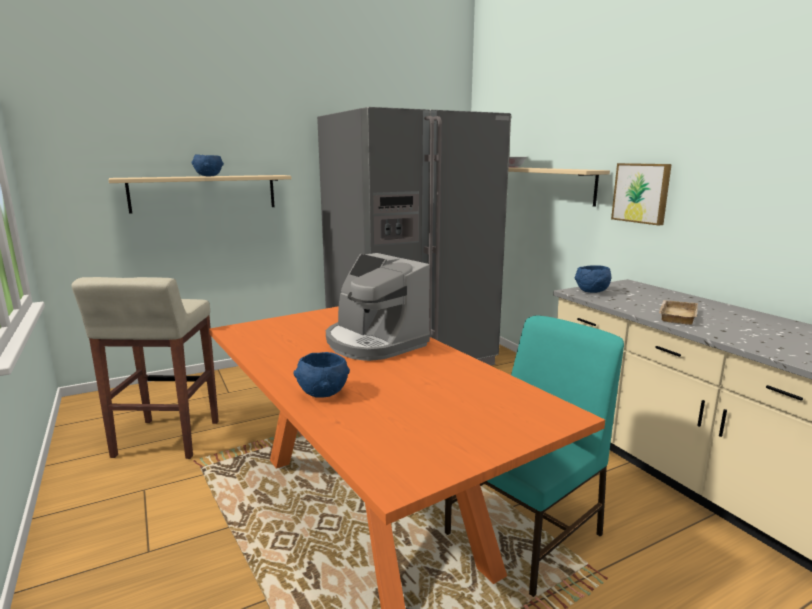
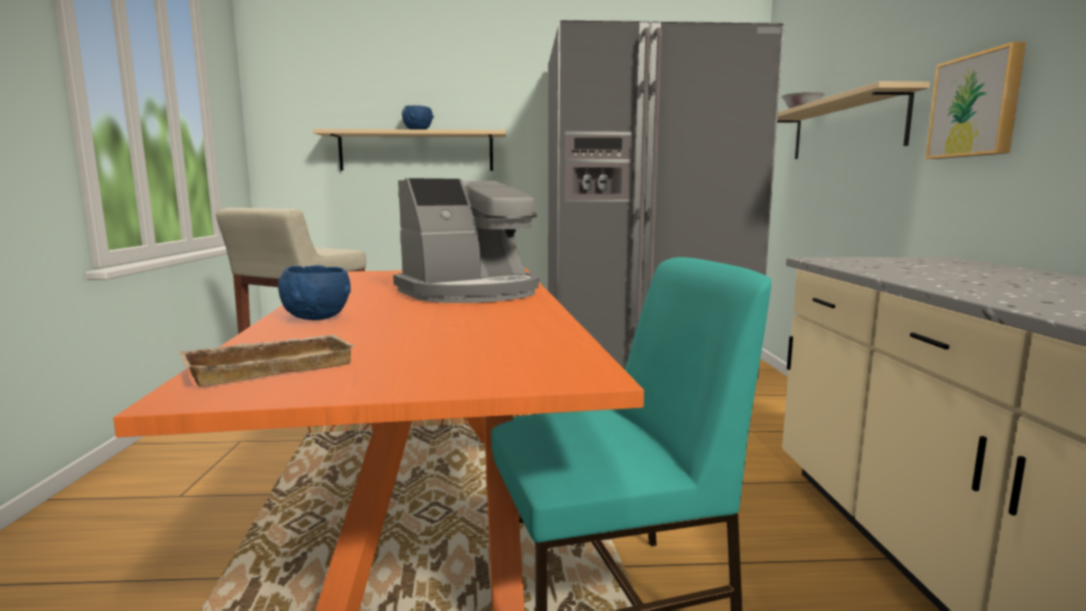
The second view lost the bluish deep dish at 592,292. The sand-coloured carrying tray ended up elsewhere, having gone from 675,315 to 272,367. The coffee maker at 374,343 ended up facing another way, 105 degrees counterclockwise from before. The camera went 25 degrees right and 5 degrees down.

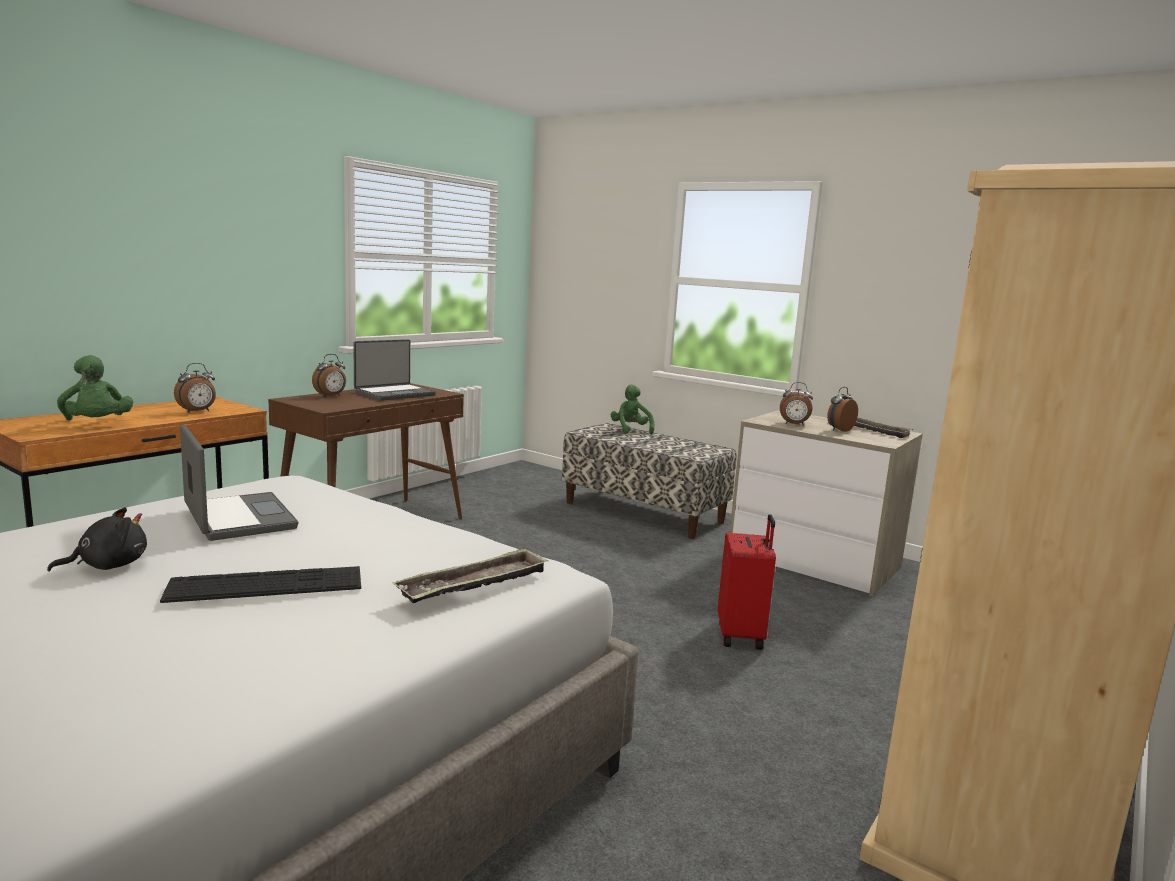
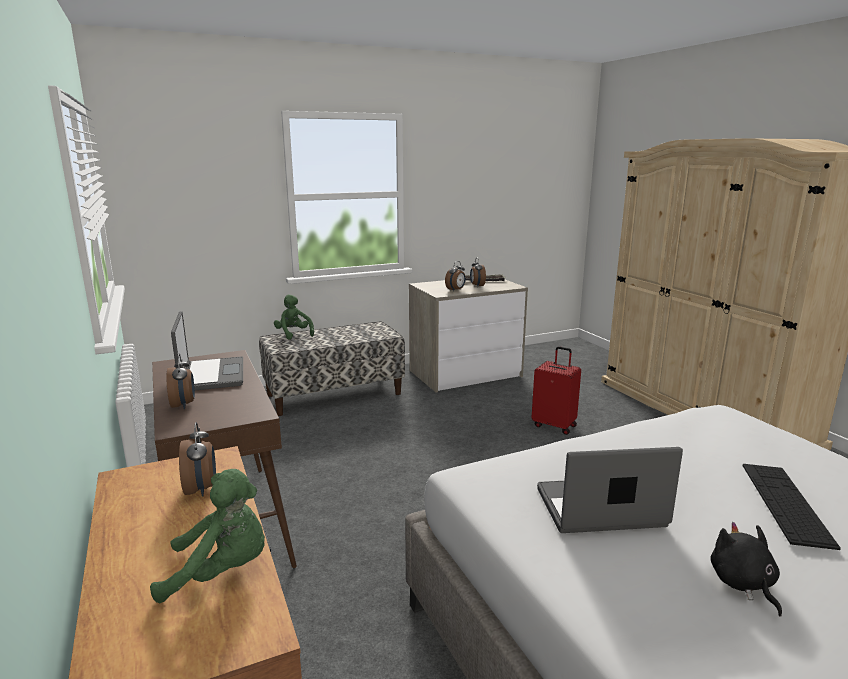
The second view lost the carrying tray at 474,584. The green-coloured soft toy at 630,430 ended up facing another way, 45 degrees clockwise from before. The camera went 60 degrees left and 5 degrees up.

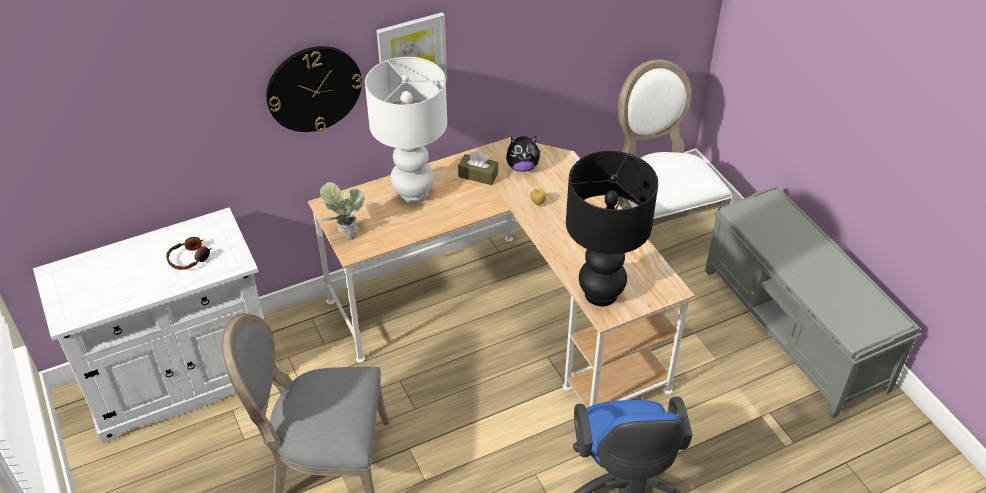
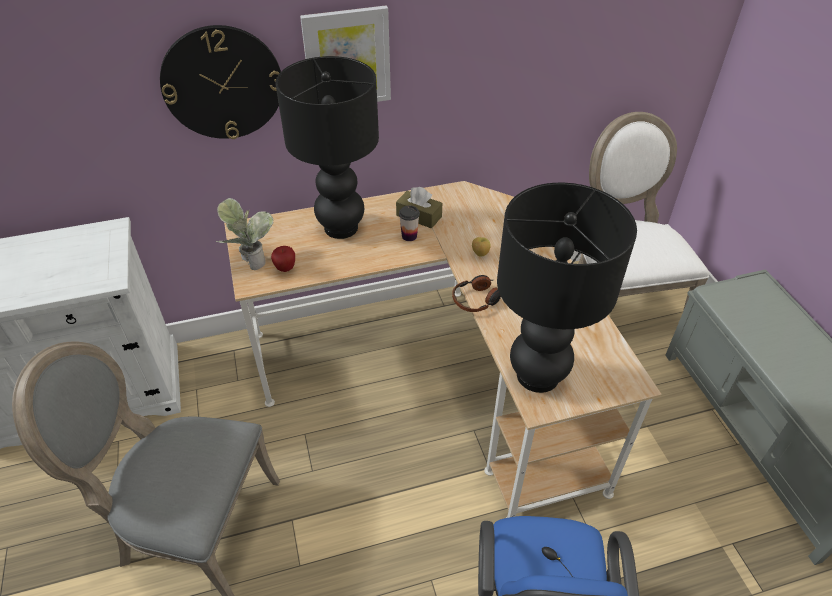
The second view lost the soft toy at 522,167. The second view gained the apple fruit at 285,268. The second view gained the drinking cup at 409,236. The pair of headphones ended up elsewhere, having gone from 190,258 to 477,299. What was the white tabletop lamp at 412,194 turned into the blackish tabletop lamp at 340,228. The camera went 10 degrees right and 0 degrees up.

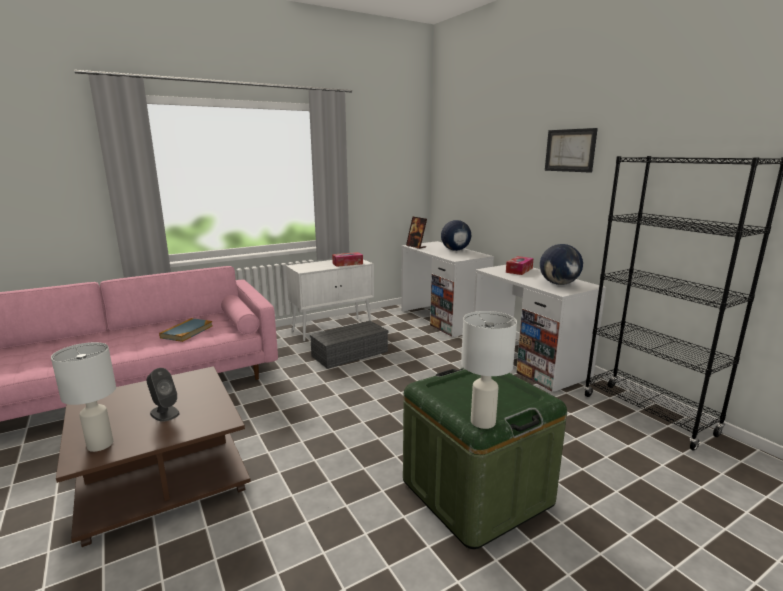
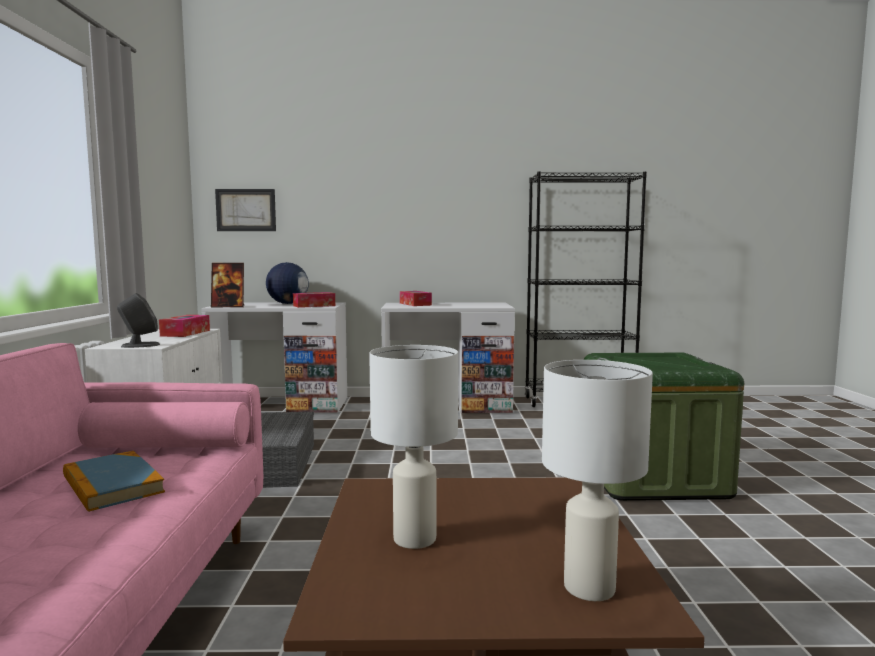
The second view lost the globe at 559,284. The second view gained the tissue box at 314,306. The grey audio speaker ended up elsewhere, having gone from 164,413 to 140,345. The white tabletop lamp ended up elsewhere, having gone from 483,422 to 416,538. The wall picture ended up elsewhere, having gone from 570,150 to 246,210. The camera went 60 degrees left and 10 degrees down.

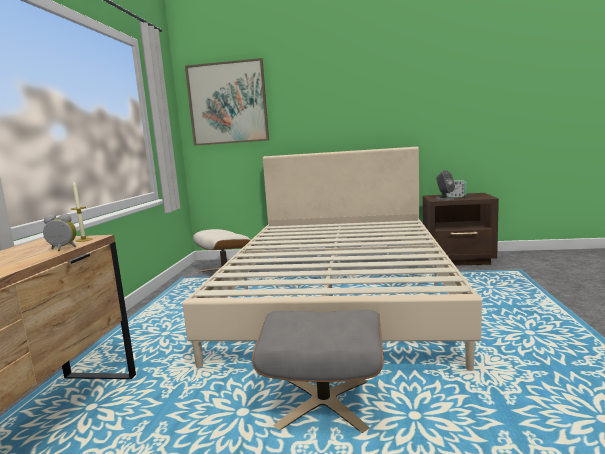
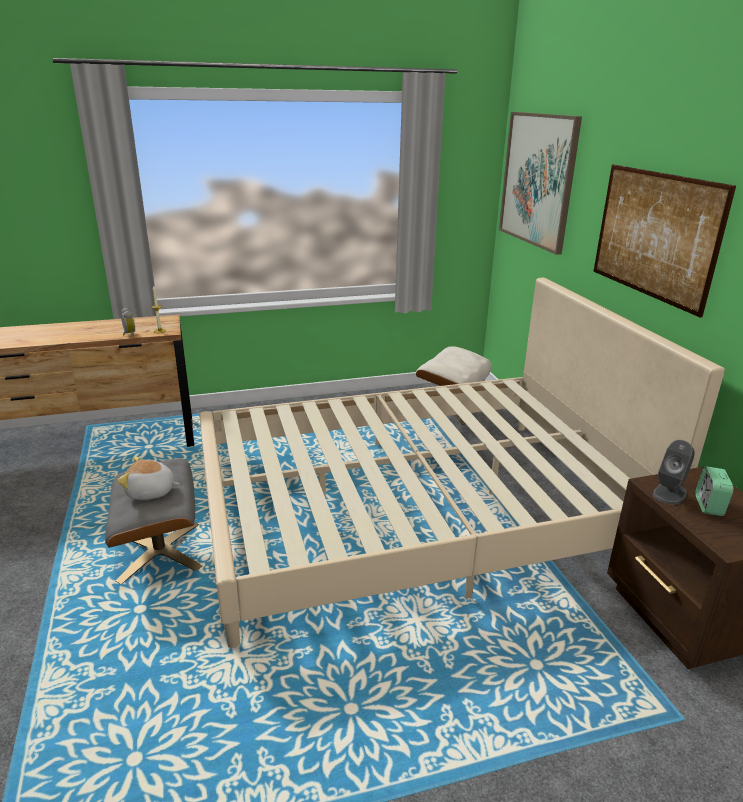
The second view gained the soft toy at 150,492. The second view gained the wall picture at 655,235. The camera went 65 degrees right and 15 degrees up.

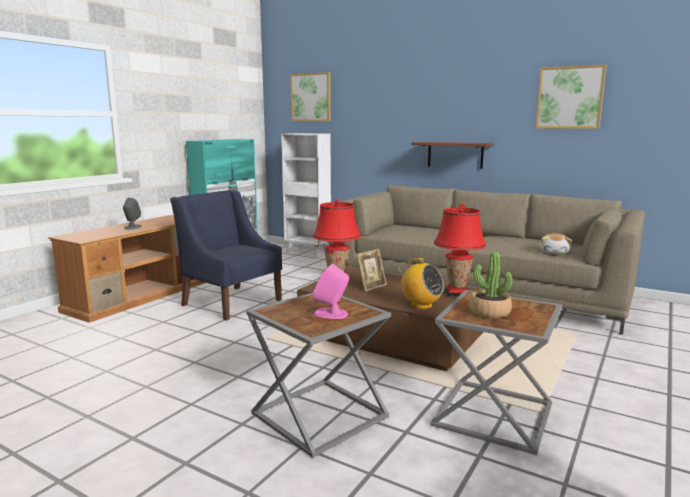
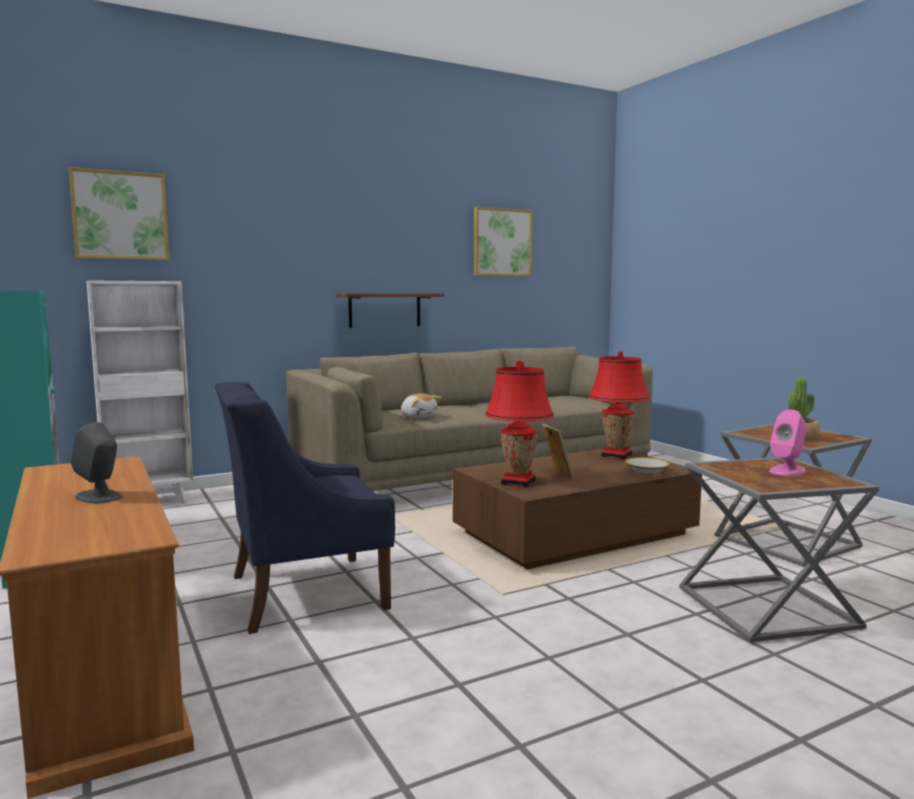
The soft toy ended up elsewhere, having gone from 554,252 to 419,416. Where the radio stood at 421,305, the deep dish came to stand at 646,471. The camera went 60 degrees left and 5 degrees down.

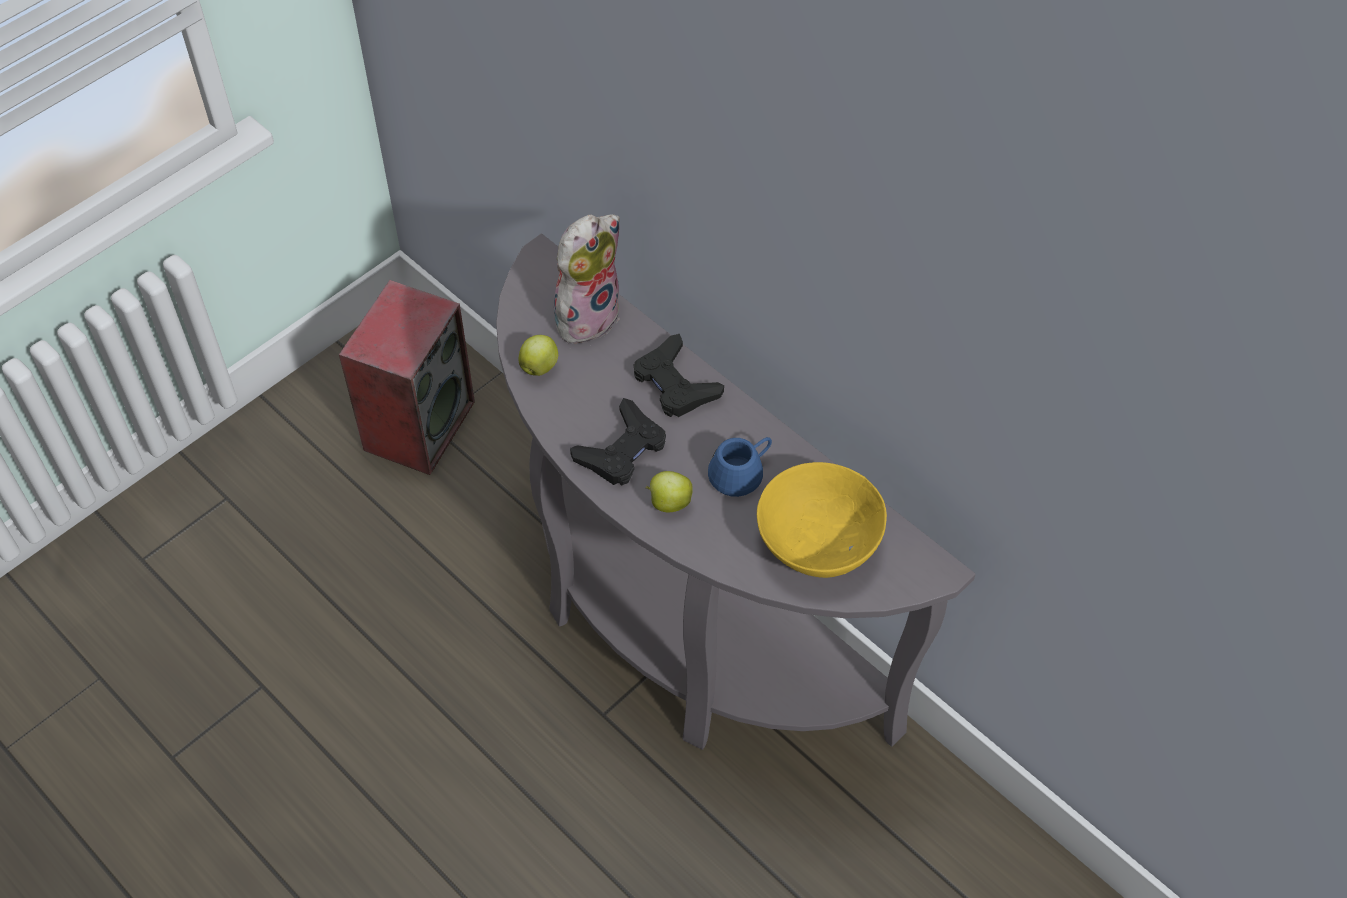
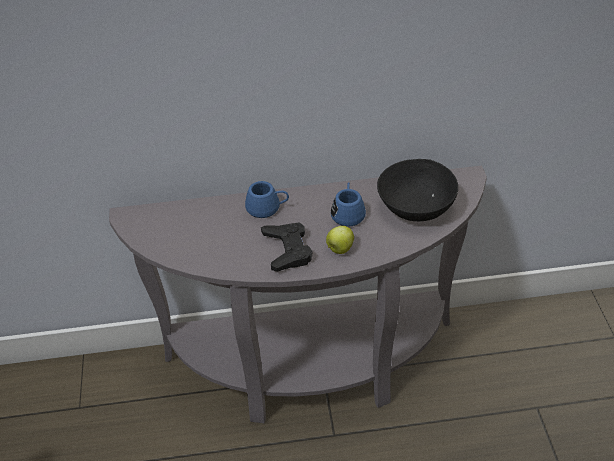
The second view lost the audio speaker at 419,424. The second view lost the apple fruit at 539,366. The second view lost the soft toy at 586,315. Where the blackish gamepad stood at 675,383, the bluish mug came to stand at 267,208. What was the yellowish deep dish at 817,541 turned into the blackish deep dish at 415,207. The camera went 50 degrees left and 10 degrees down.

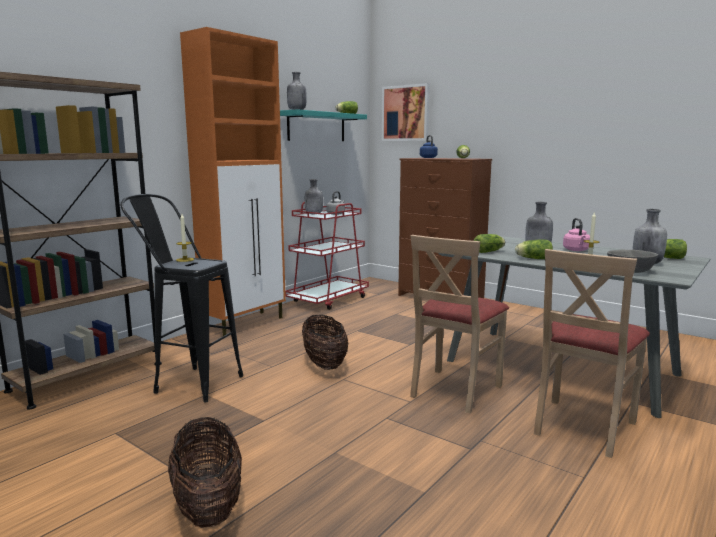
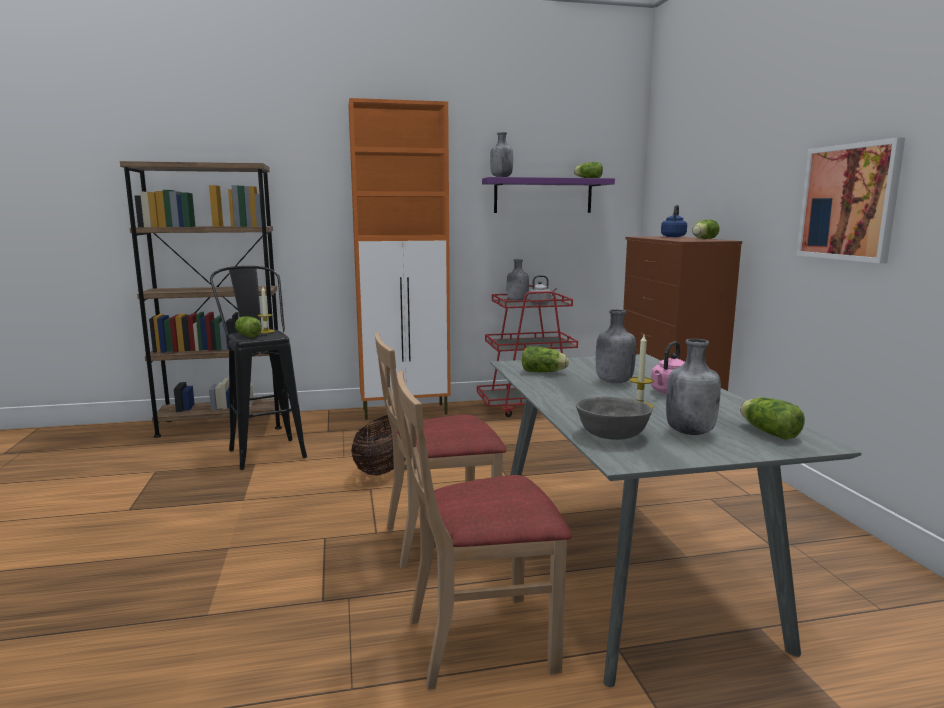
The second view lost the storage basket at 208,505. The wall picture ended up elsewhere, having gone from 405,113 to 848,202. The lettuce head ended up elsewhere, having gone from 532,258 to 247,335. What was the turquoise-coloured shelf at 316,127 turned into the purple-coloured shelf at 543,196. The camera went 40 degrees right and 0 degrees up.

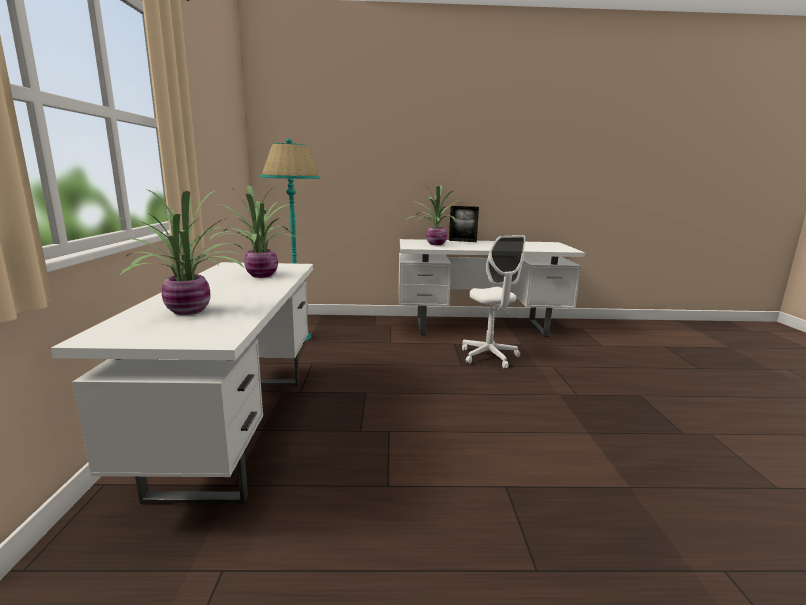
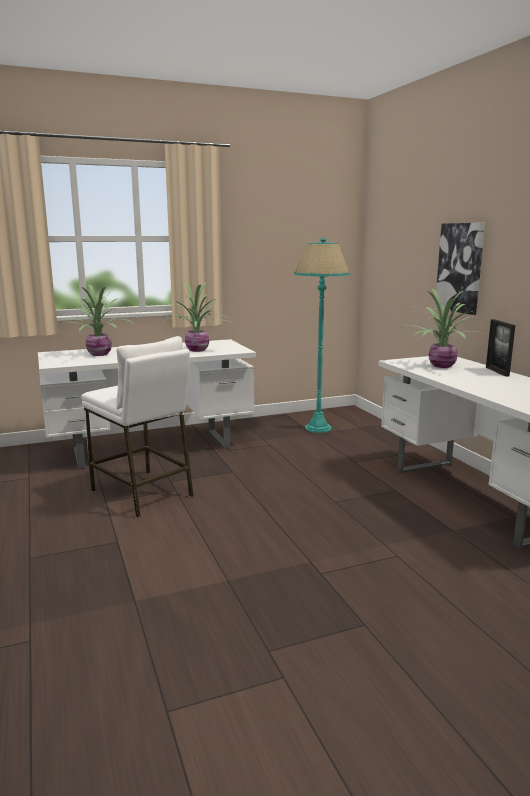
The second view lost the white office chair at 489,356. The second view gained the white stool at 142,493. The second view gained the wall picture at 460,268. The camera went 70 degrees right and 0 degrees up.

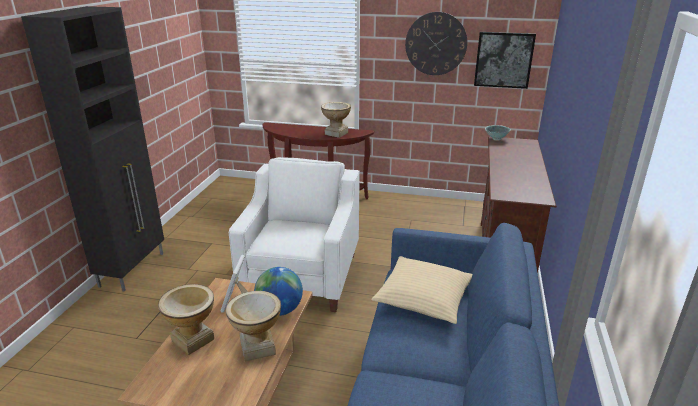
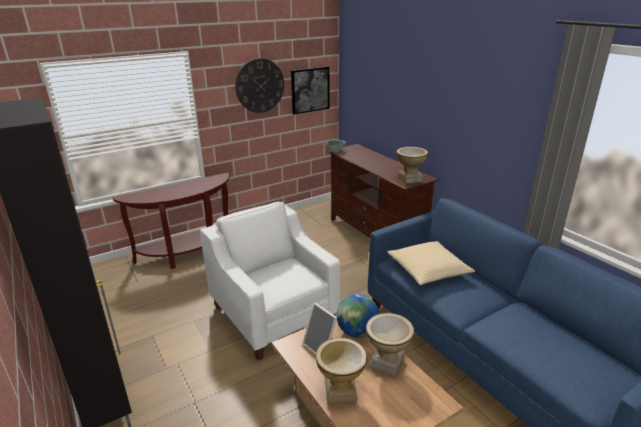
The decorative vase ended up elsewhere, having gone from 336,133 to 410,179. The camera went 45 degrees left and 0 degrees up.

